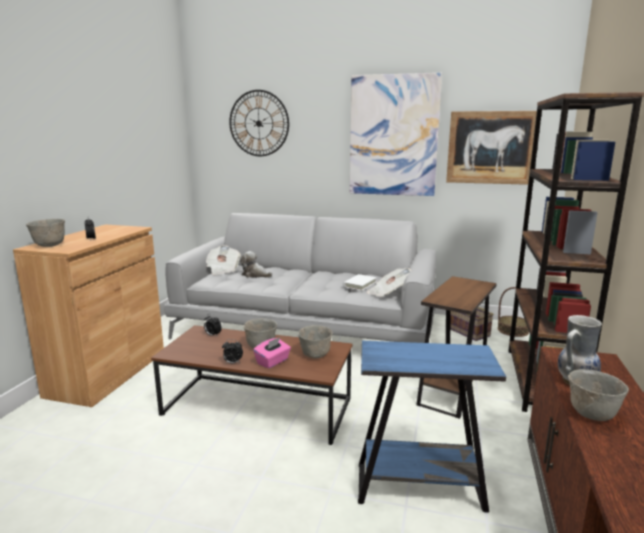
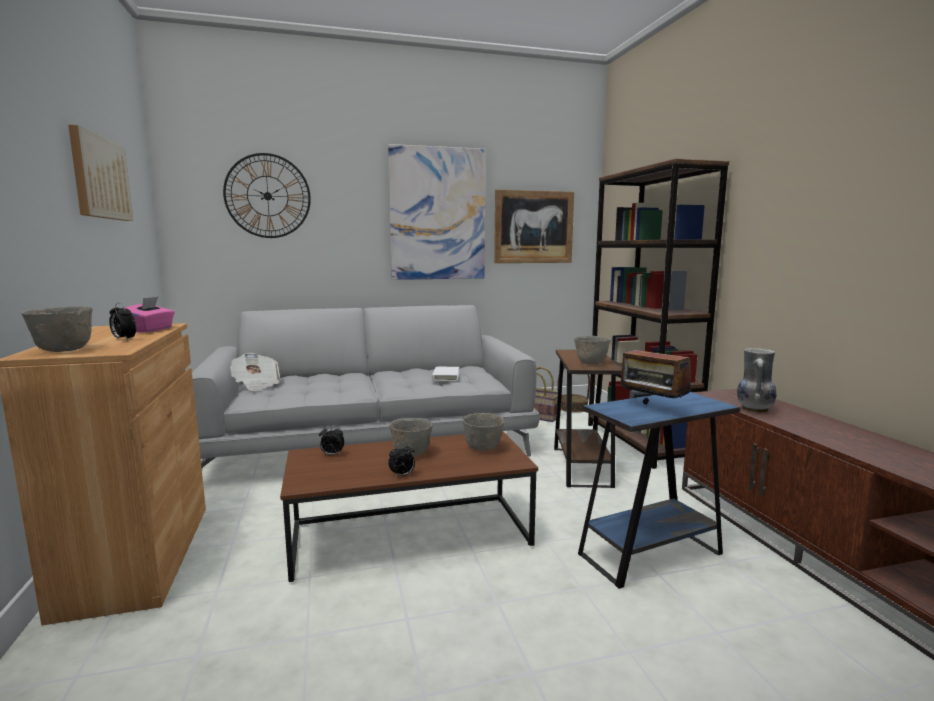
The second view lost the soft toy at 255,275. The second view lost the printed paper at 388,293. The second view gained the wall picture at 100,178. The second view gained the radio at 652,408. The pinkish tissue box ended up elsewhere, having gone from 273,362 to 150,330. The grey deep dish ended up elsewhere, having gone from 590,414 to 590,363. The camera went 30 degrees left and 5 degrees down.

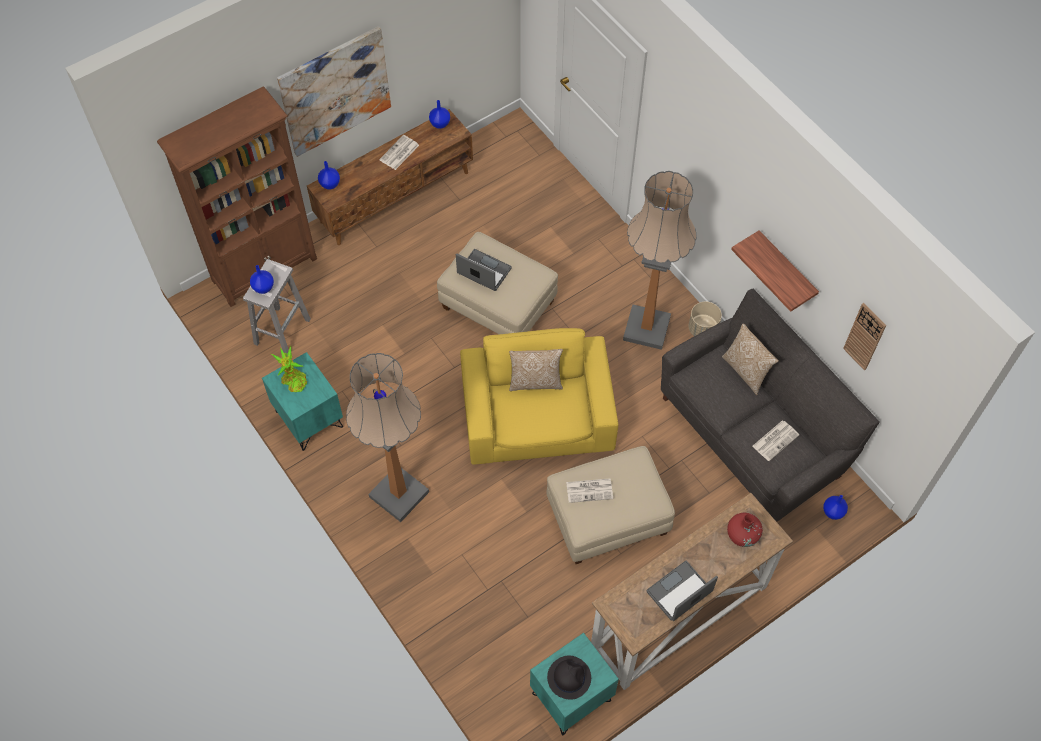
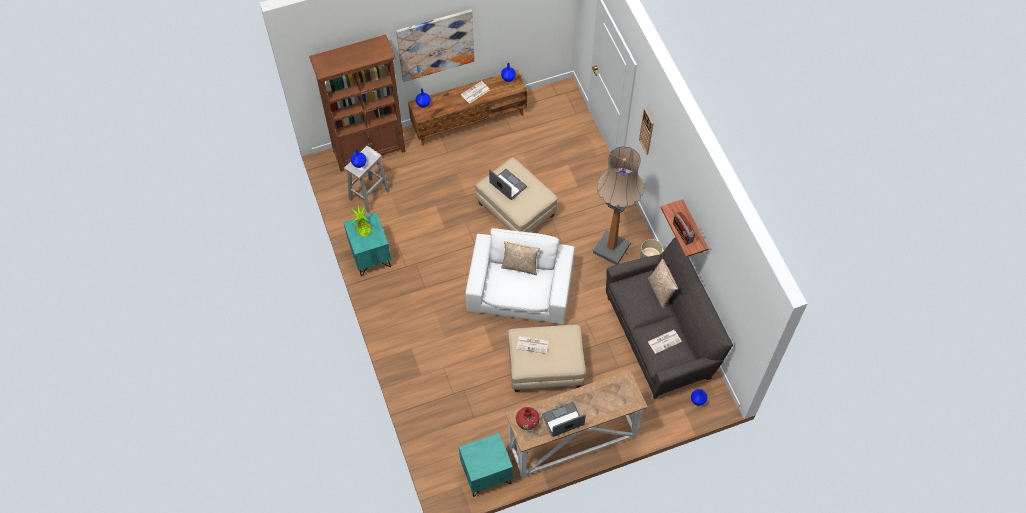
The second view lost the standing lamp at 399,494. The second view lost the blackish wearable hat at 569,677. The second view gained the radio at 682,233. The red-coloured decorative vase ended up elsewhere, having gone from 742,535 to 527,422. The clock on the wall ended up elsewhere, having gone from 865,336 to 646,131. What was the yellowish armchair at 538,415 turned into the white armchair at 520,289. The camera went 15 degrees right and 0 degrees up.

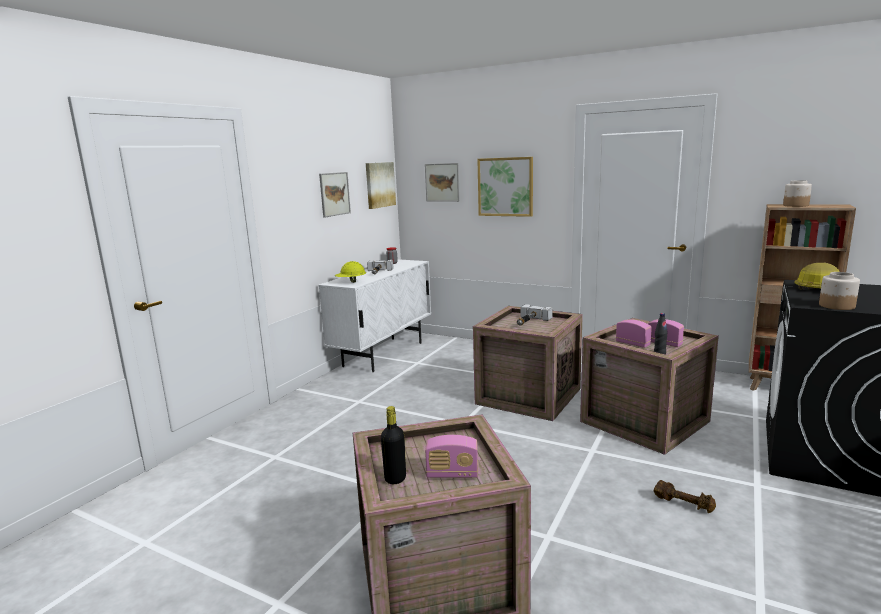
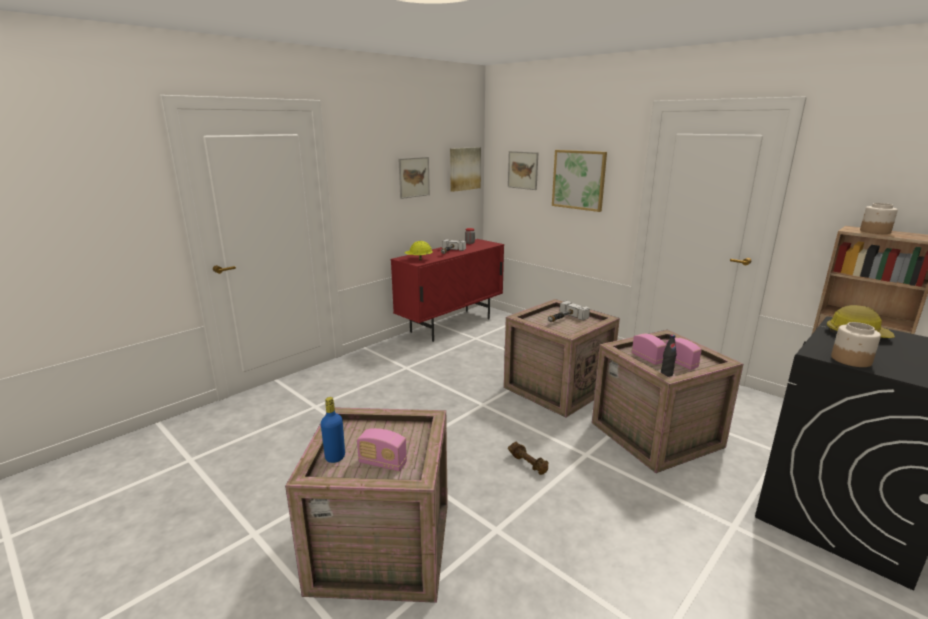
The brown-coloured dumbbell ended up elsewhere, having gone from 683,504 to 528,464. What was the white cupboard at 384,354 turned into the red-coloured cupboard at 451,325. What was the blackish drink bottle at 395,478 turned into the bluish drink bottle at 335,457. The camera went 15 degrees right and 5 degrees up.

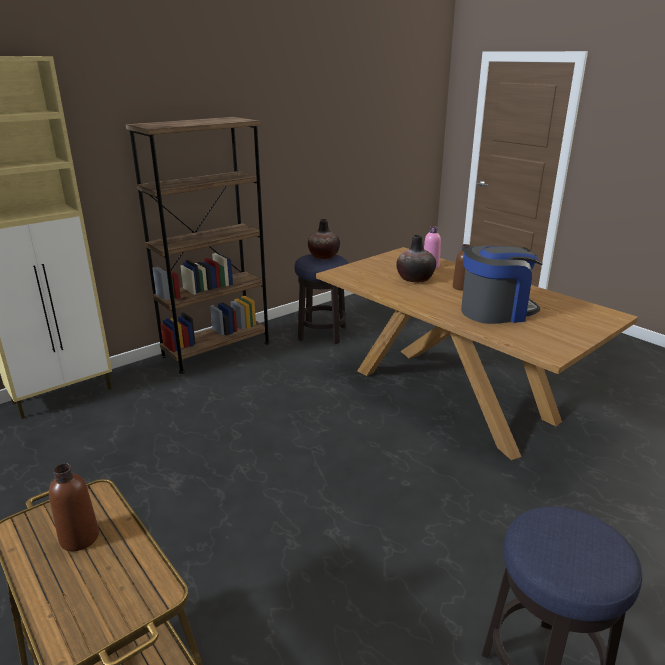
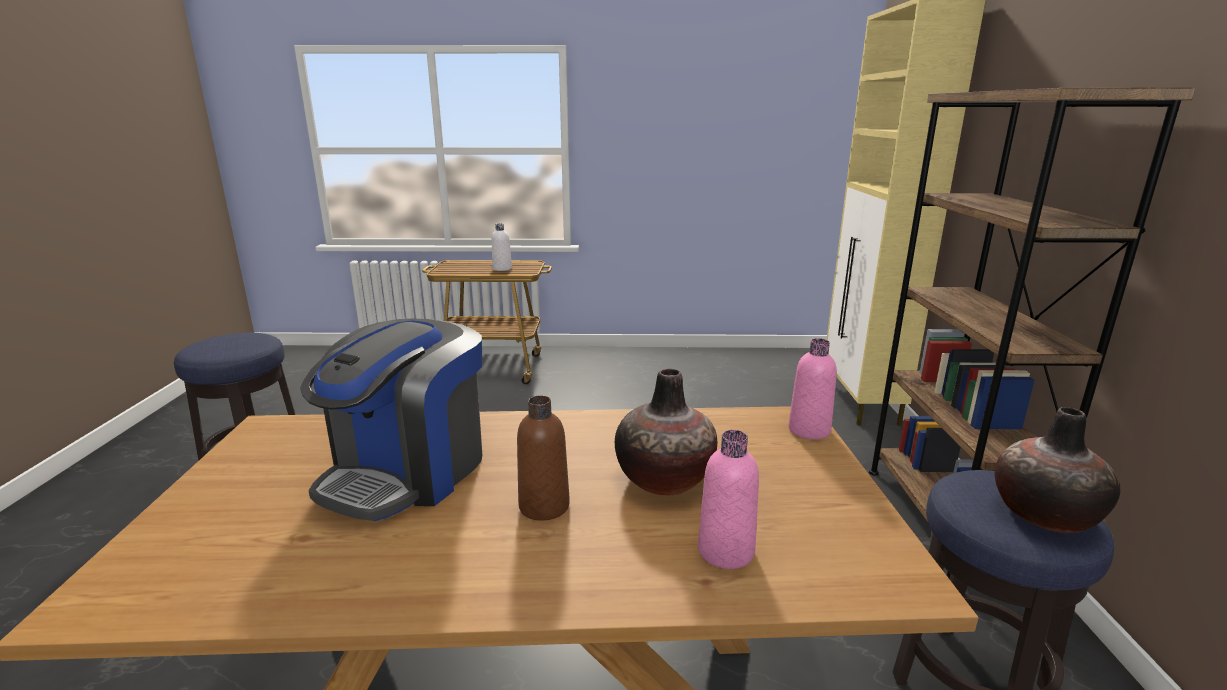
The second view gained the pinkish drink bottle at 809,430. What was the brown-coloured drink bottle at 79,538 turned into the white drink bottle at 502,269. The camera went 130 degrees right and 5 degrees down.

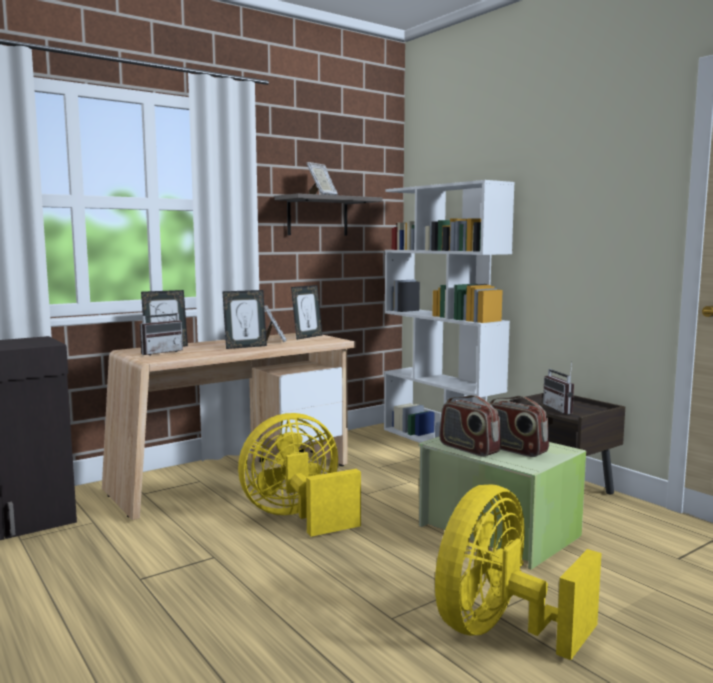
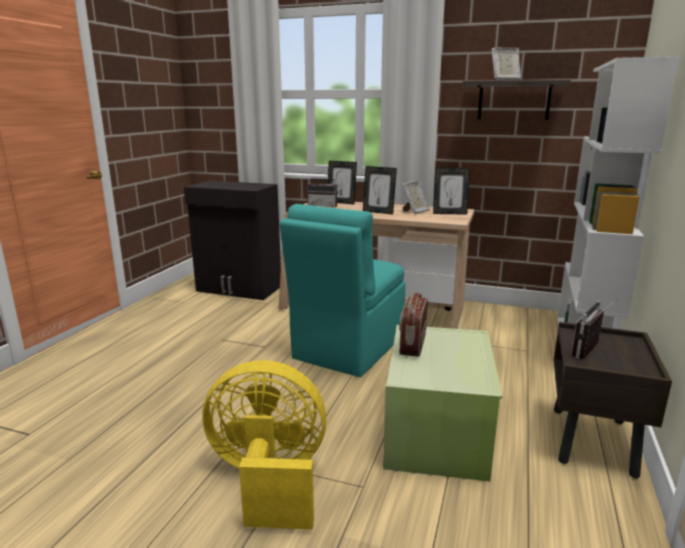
The second view lost the radio at 514,449. Where the yellowish cooling fan stood at 298,517, the turquoise-coloured chair came to stand at 347,349. The camera went 55 degrees right and 10 degrees up.

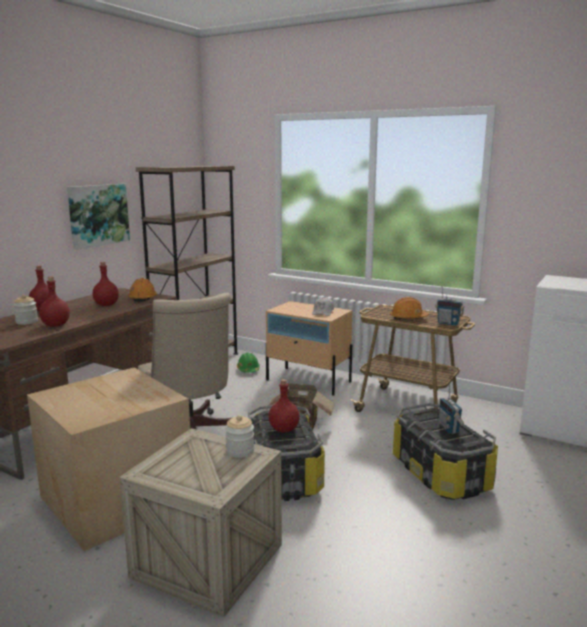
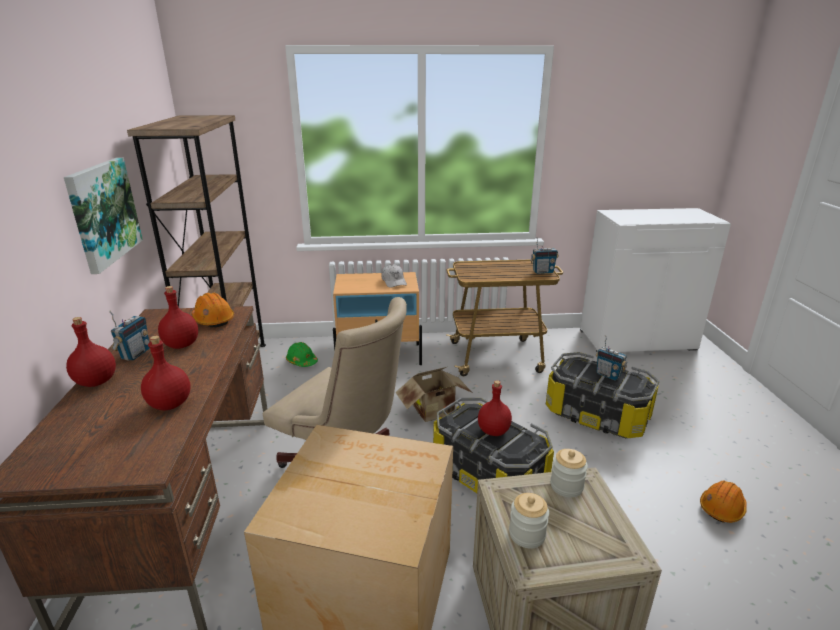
The second view gained the radio at 135,354. The preserve jar ended up elsewhere, having gone from 27,322 to 527,534. The orangey work helmet ended up elsewhere, having gone from 408,318 to 722,508. The camera went 35 degrees left and 10 degrees up.

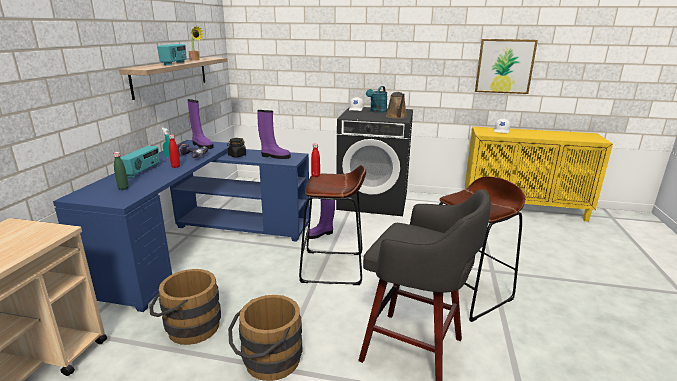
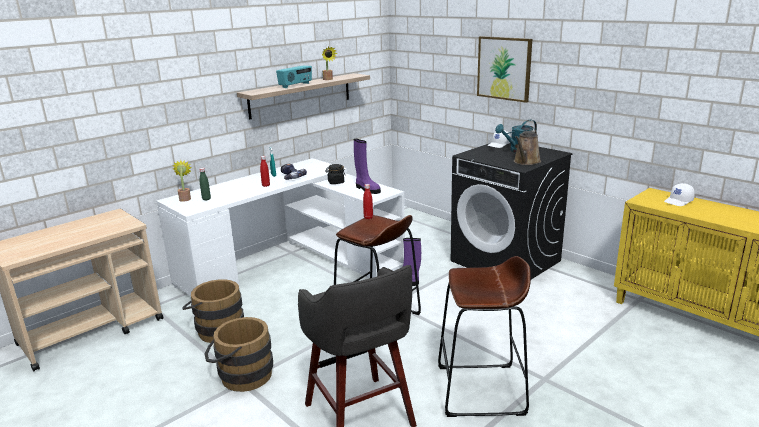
The second view lost the radio at 142,171. The second view lost the purple-coloured high-top boot at 202,145. The second view gained the houseplant at 185,198. The wall picture ended up elsewhere, having gone from 504,66 to 504,68. What was the bluish desk unit at 202,245 turned into the white desk unit at 292,265. The camera went 35 degrees right and 0 degrees up.

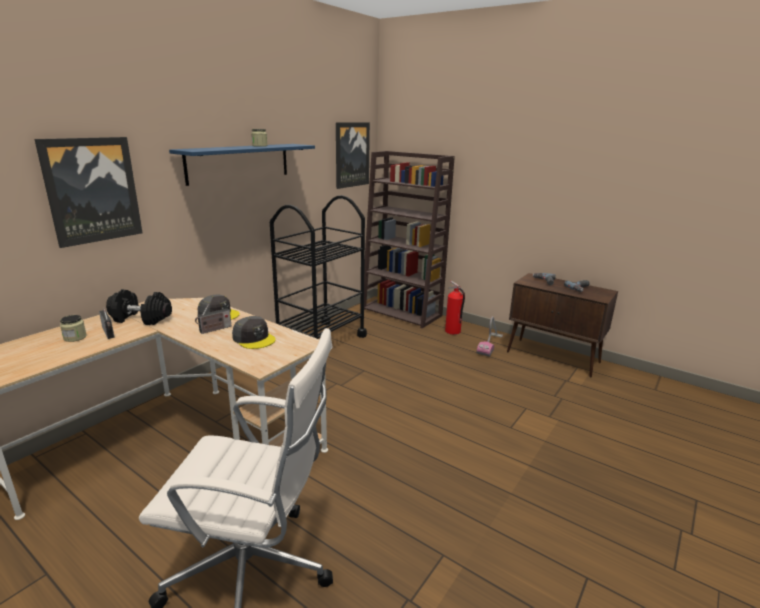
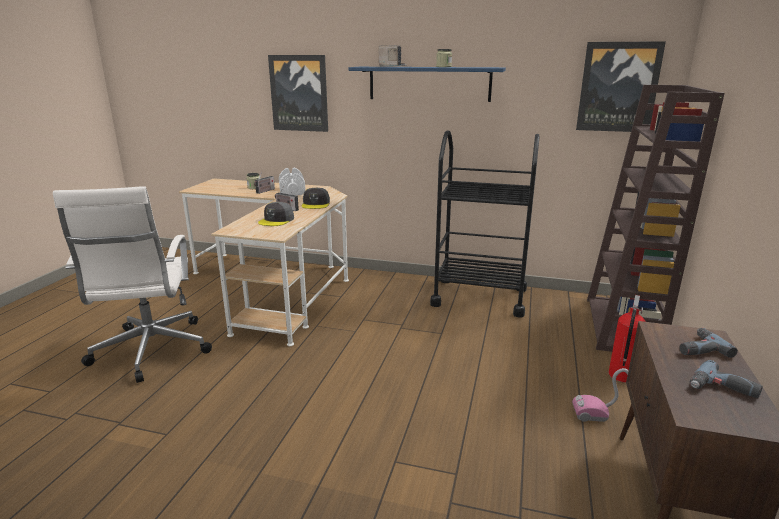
The second view gained the radio at 392,66. What was the blackish dumbbell at 140,319 turned into the white dumbbell at 292,191. The camera went 70 degrees right and 0 degrees up.

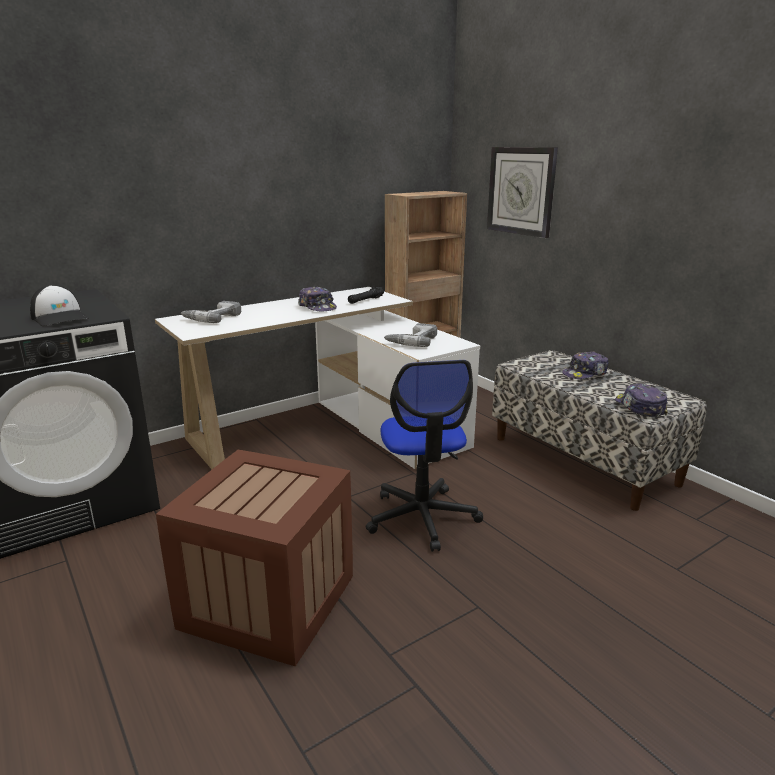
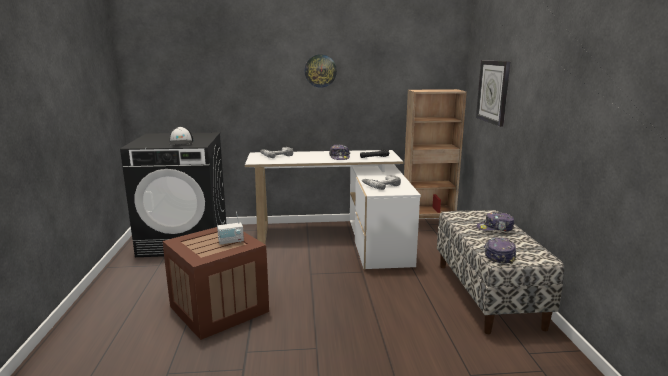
The second view lost the office chair at 422,517. The second view gained the radio at 231,241. The second view gained the clock on the wall at 320,71. The camera went 30 degrees right and 5 degrees down.

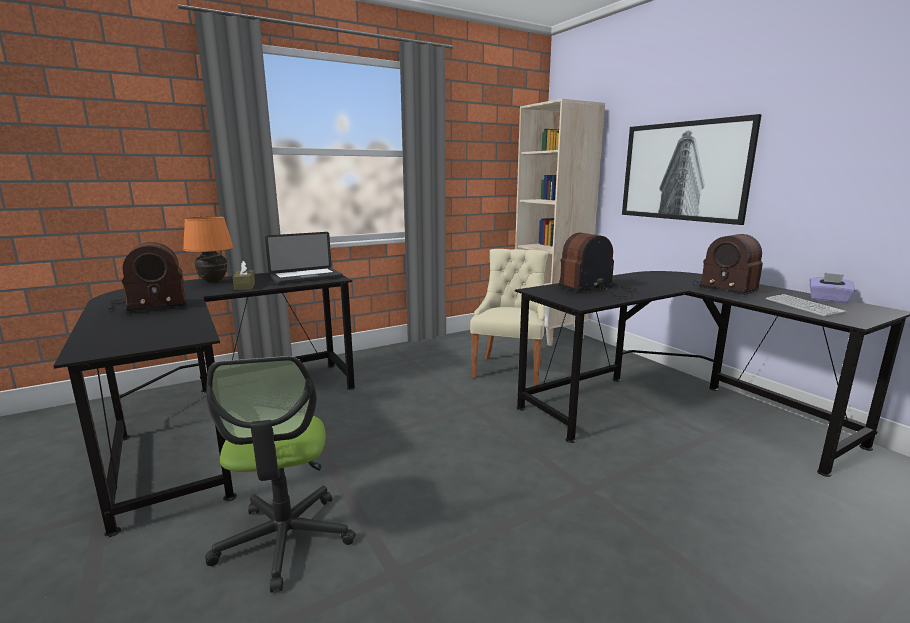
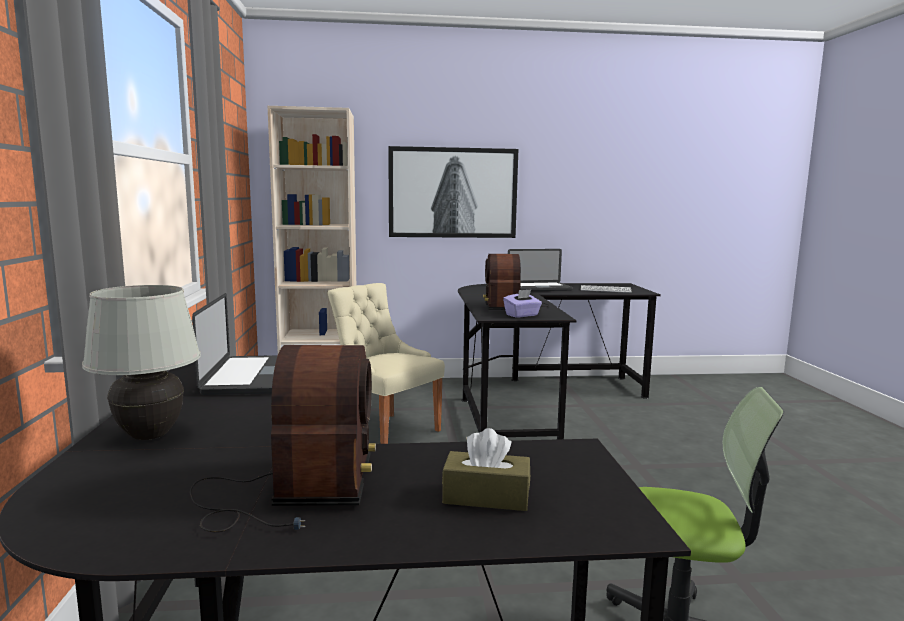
The brown-coloured tissue box ended up elsewhere, having gone from 245,286 to 486,496. The purple-coloured tissue box ended up elsewhere, having gone from 828,300 to 522,315. Where the radio stood at 725,287, the laptop came to stand at 539,288. What was the orangey tabletop lamp at 213,282 turned into the white tabletop lamp at 150,436. The camera went 65 degrees left and 5 degrees down.

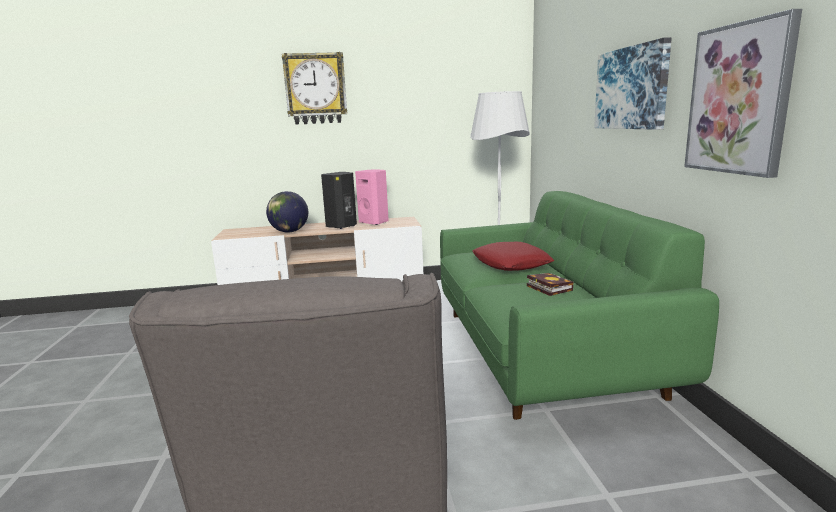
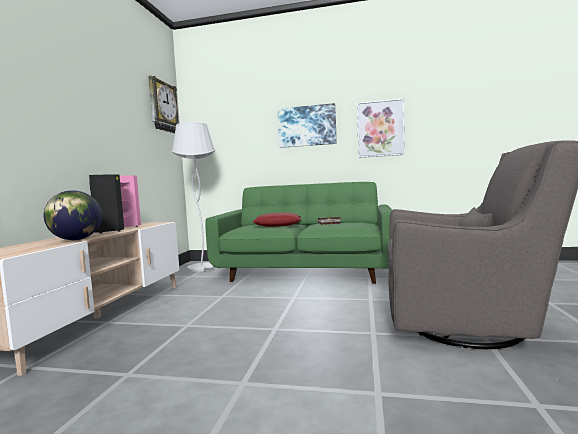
The clock on the wall ended up elsewhere, having gone from 315,89 to 162,106. The camera went 70 degrees left and 10 degrees down.

